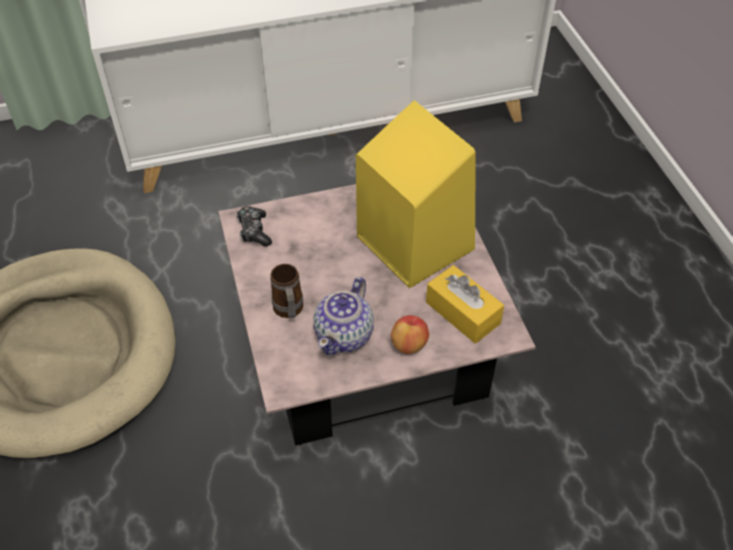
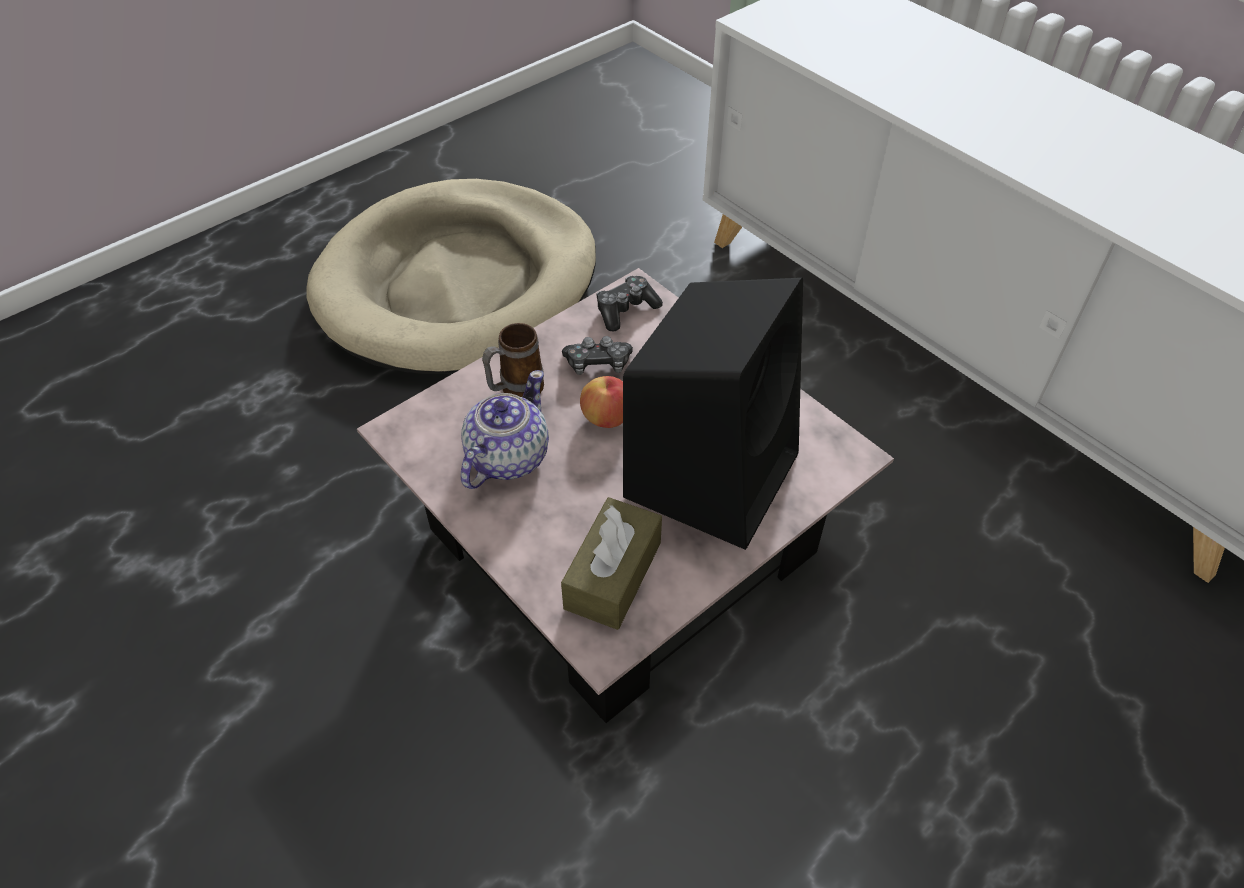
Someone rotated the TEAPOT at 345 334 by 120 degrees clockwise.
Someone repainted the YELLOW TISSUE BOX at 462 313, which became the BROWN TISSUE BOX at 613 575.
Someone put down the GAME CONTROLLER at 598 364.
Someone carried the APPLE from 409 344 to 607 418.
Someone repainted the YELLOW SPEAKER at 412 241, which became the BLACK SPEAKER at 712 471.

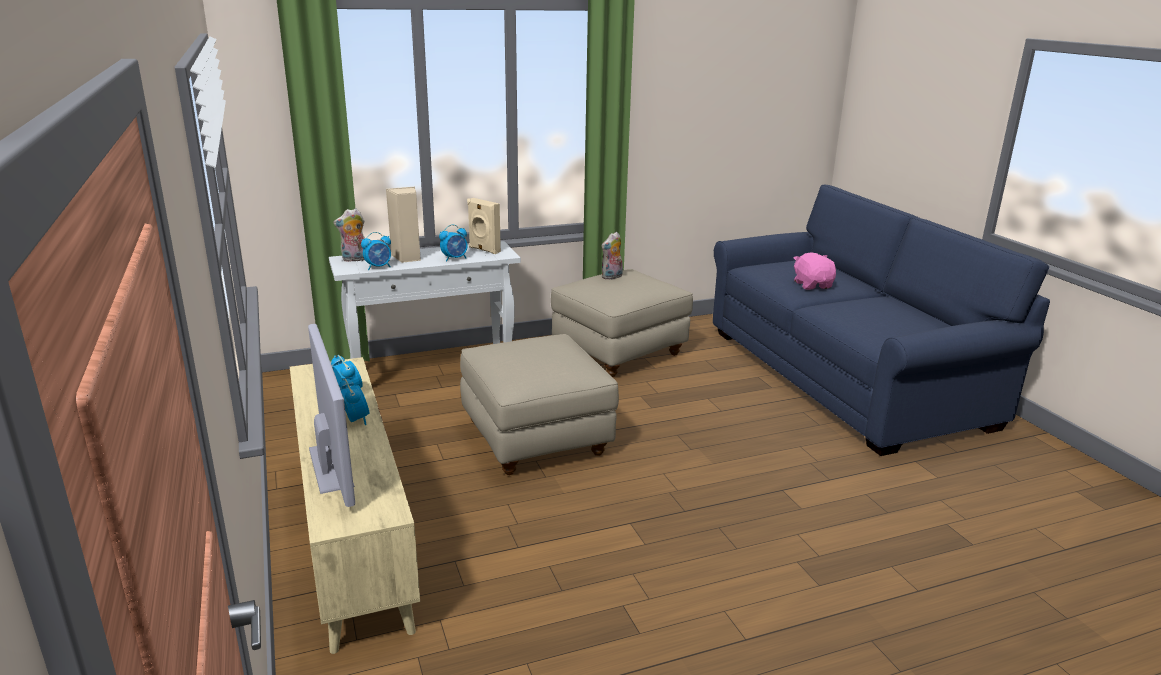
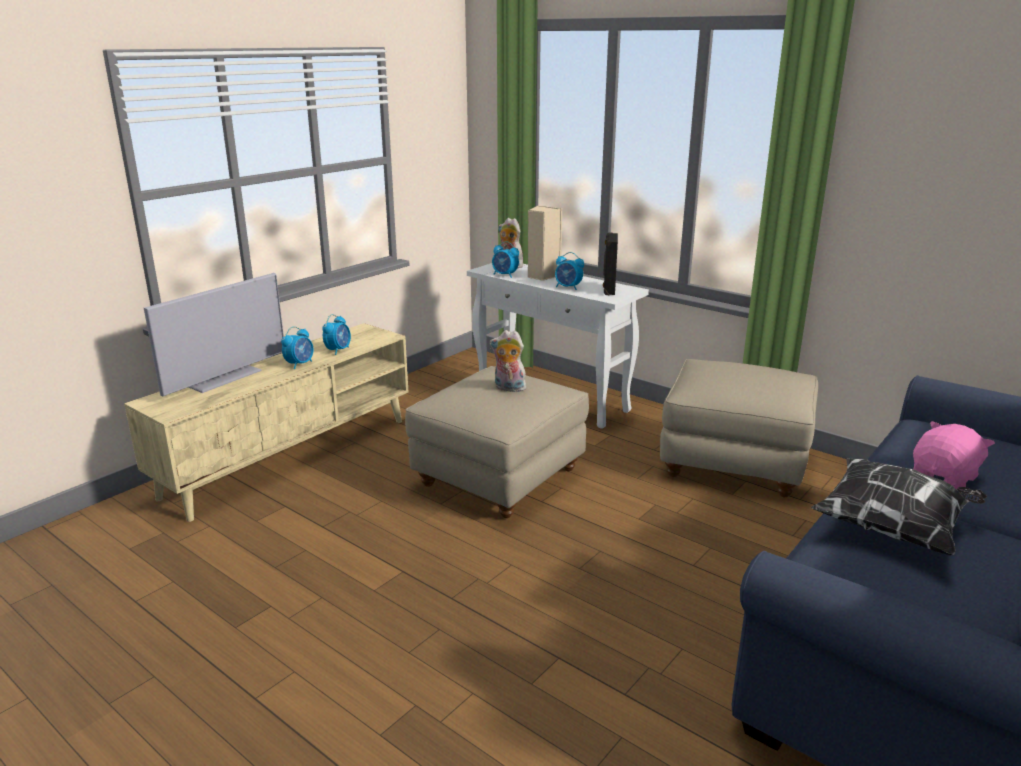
Someone carried the PLUSH TOY from 612 277 to 508 388.
Someone repainted the BEIGE SPEAKER at 483 250, which became the BLACK SPEAKER at 608 289.
Someone put down the PILLOW at 894 528.

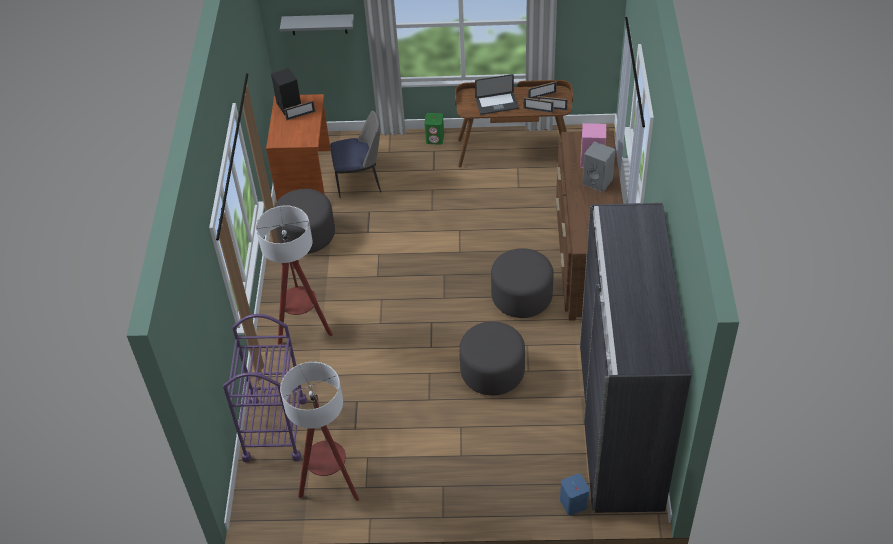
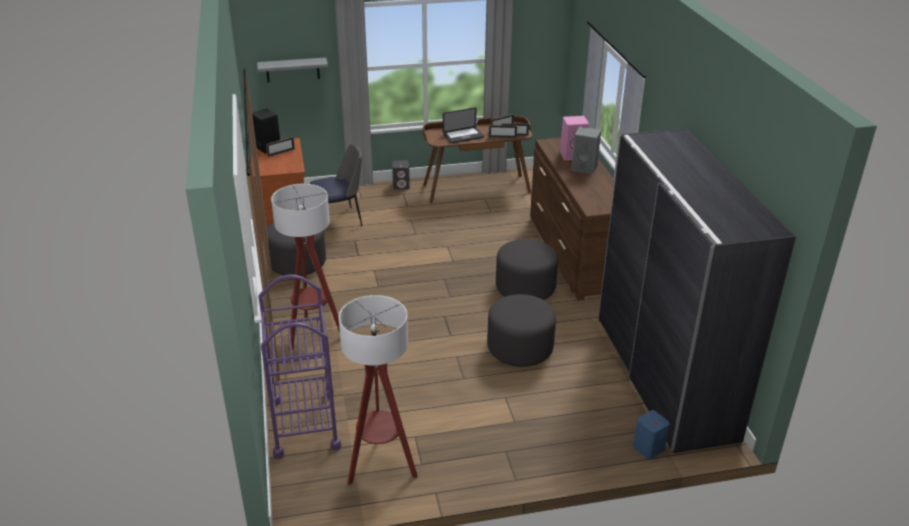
Someone repainted the GREEN SPEAKER at 435 138, which became the GREY SPEAKER at 401 186.

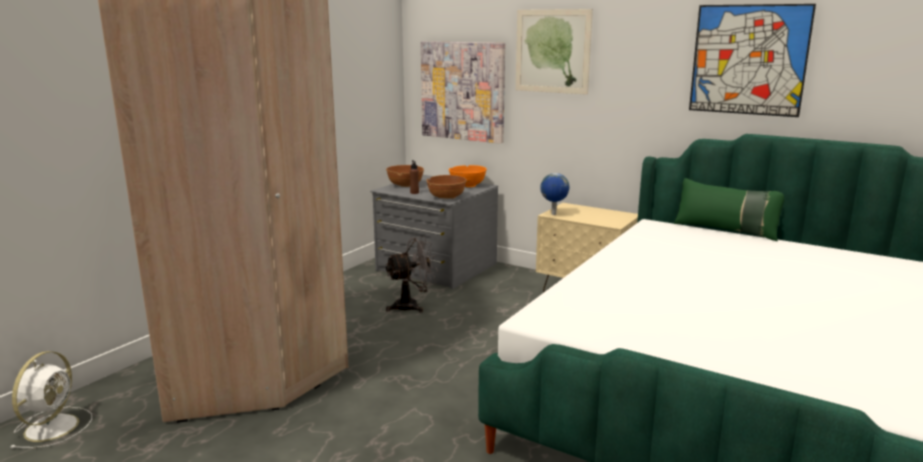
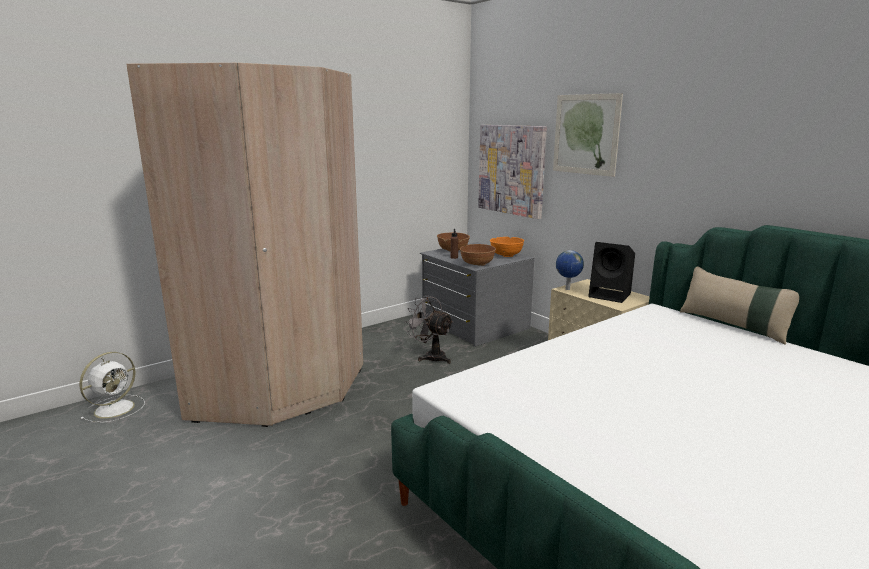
Someone rotated the GREY FAN at 412 306 by 135 degrees counterclockwise.
Someone put down the BLACK SPEAKER at 611 295.
Someone repainted the GREEN PILLOW at 726 230, which became the BEIGE PILLOW at 734 326.
Someone took away the PICTURE at 748 60.

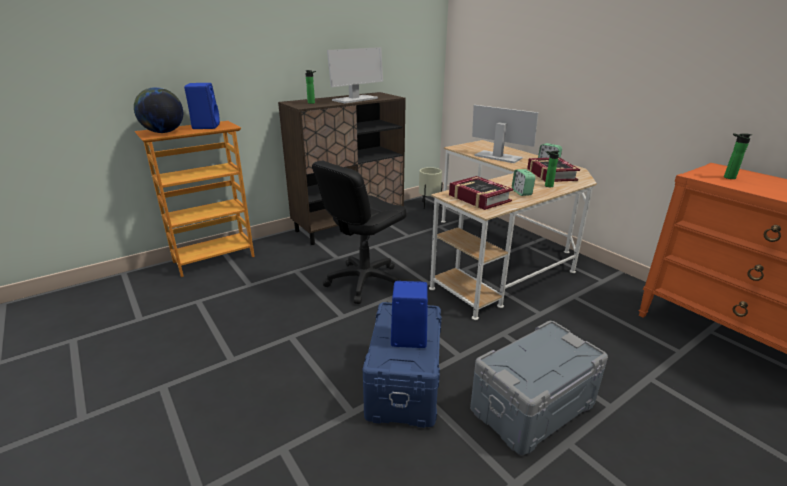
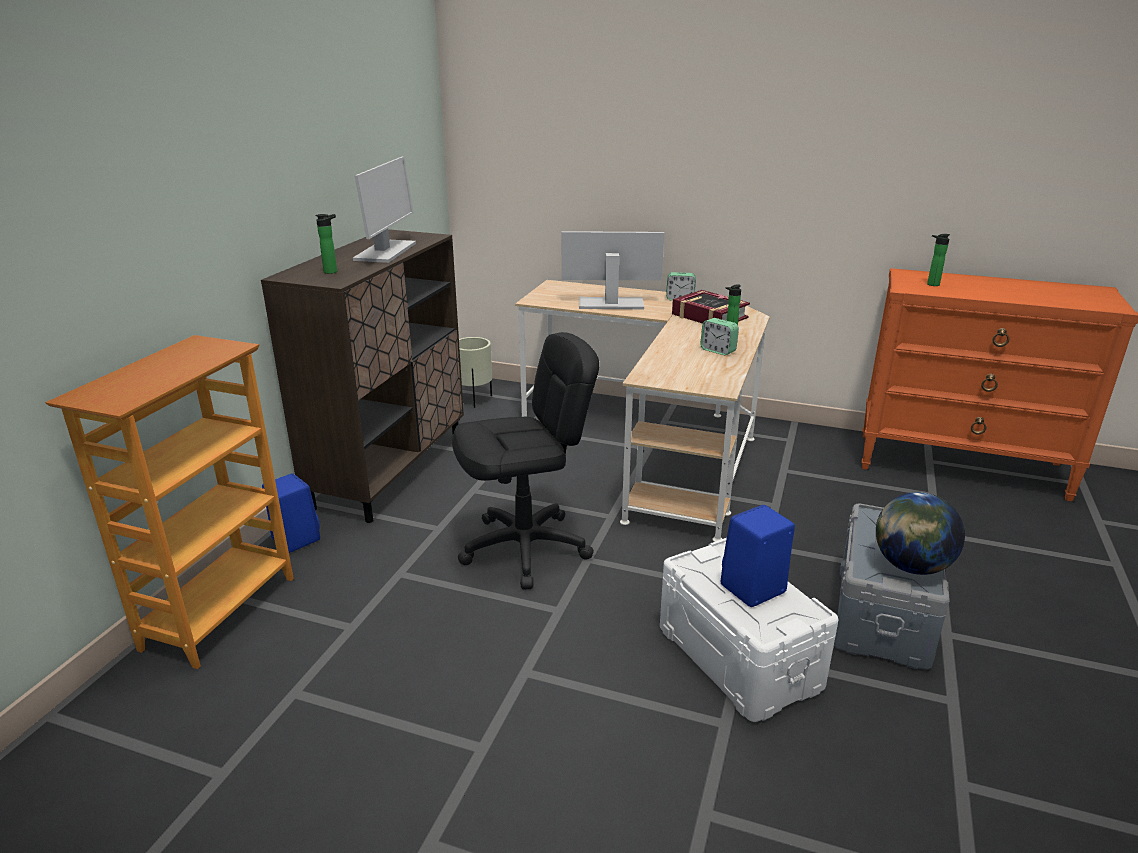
Someone carried the BLUE SPEAKER from 206 126 to 294 538.
Someone rotated the BLACK OFFICE CHAIR at 364 281 by 120 degrees counterclockwise.
Someone repainted the BLUE STORAGE BOX at 403 383, which became the WHITE STORAGE BOX at 737 658.
Someone carried the GLOBE from 163 132 to 911 566.
Someone took away the BOOK at 479 198.

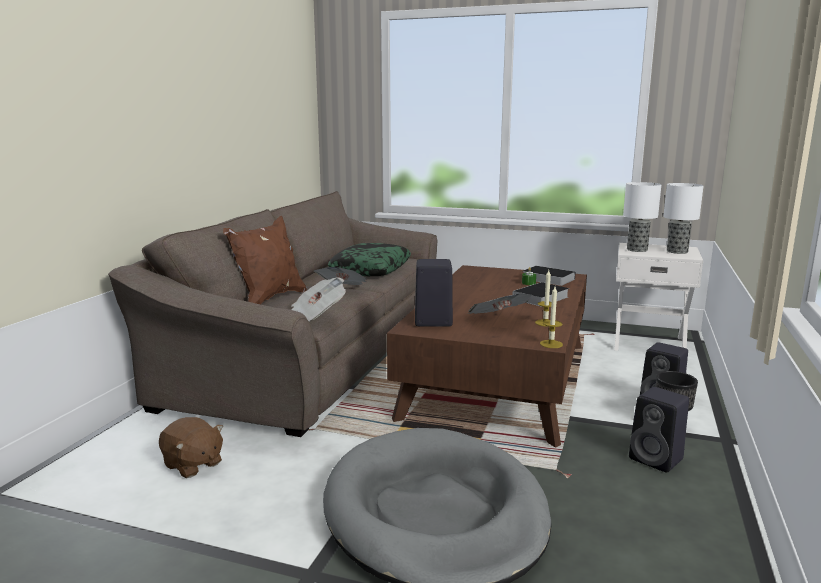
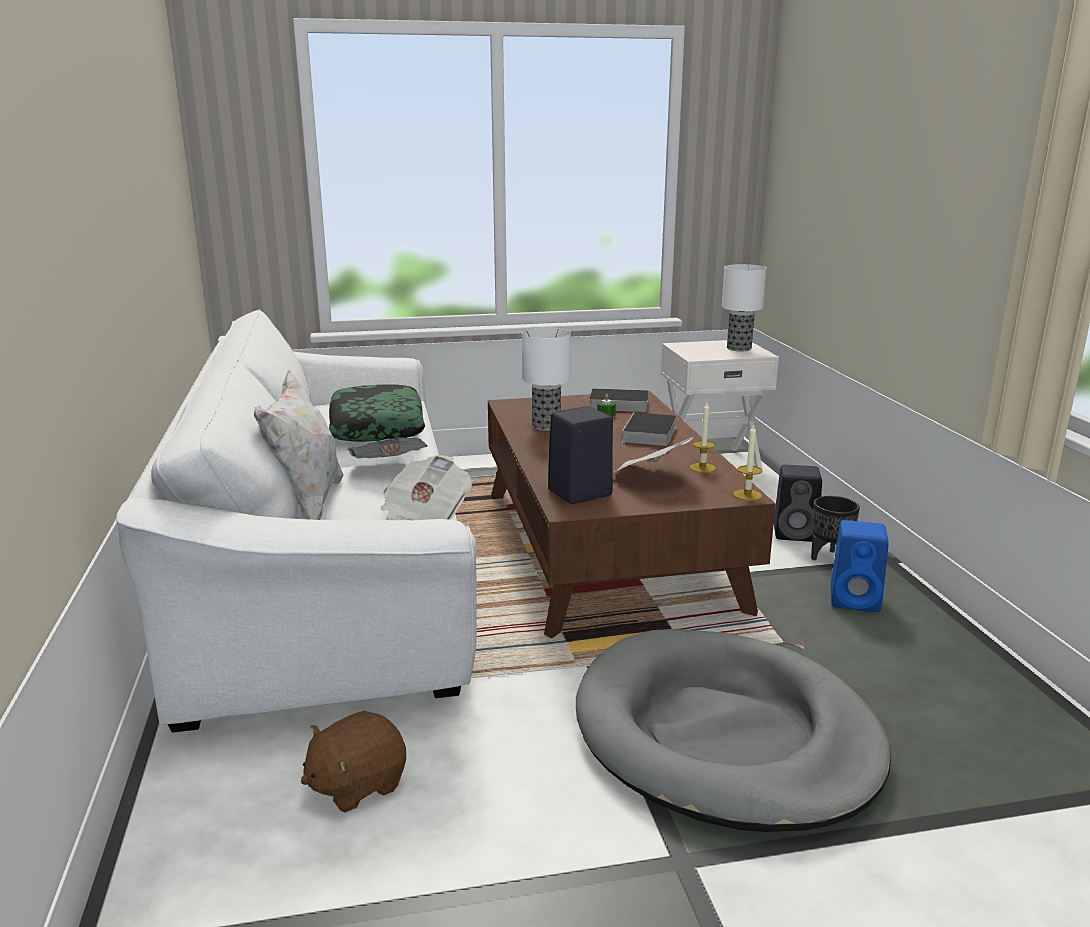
Someone repainted the BROWN SOFA at 316 353, which became the WHITE SOFA at 330 568.
Someone repainted the BROWN PILLOW at 269 299, which became the WHITE PILLOW at 307 504.
Someone rotated the BROWN PLUSH TOY at 192 465 by 135 degrees clockwise.
Someone carried the TABLE LAMP from 637 249 to 546 426.
Someone repainted the BLACK SPEAKER at 657 459, which became the BLUE SPEAKER at 856 600.

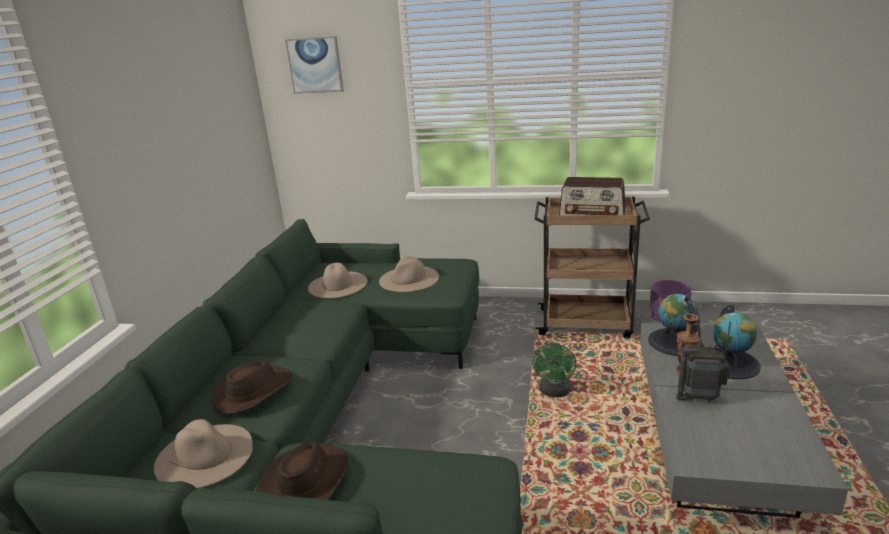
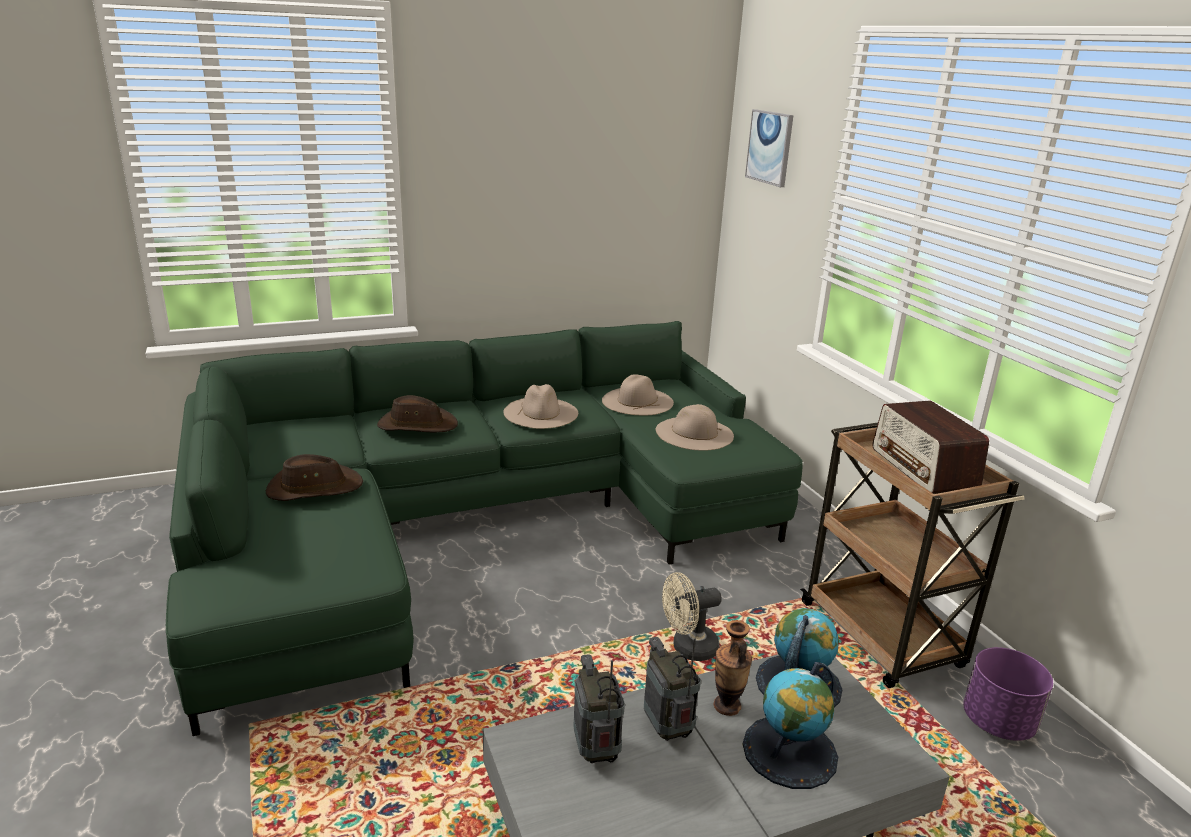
Someone carried the BEIGE HAT from 205 455 to 541 412.
Someone put down the RADIO at 596 752.
Someone repainted the GREEN FAN at 554 392, which became the BEIGE FAN at 688 649.

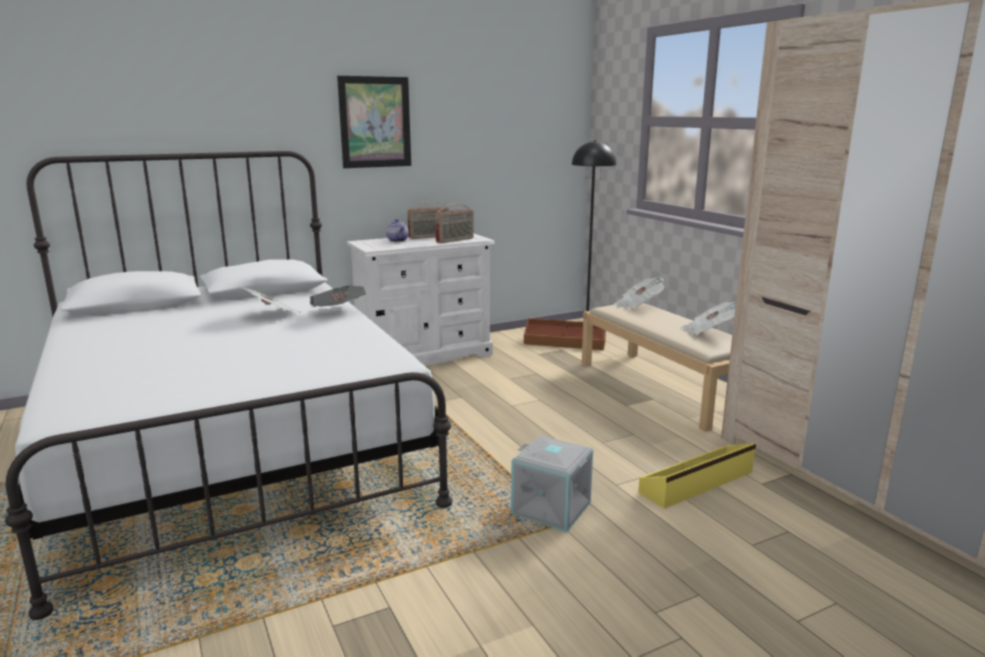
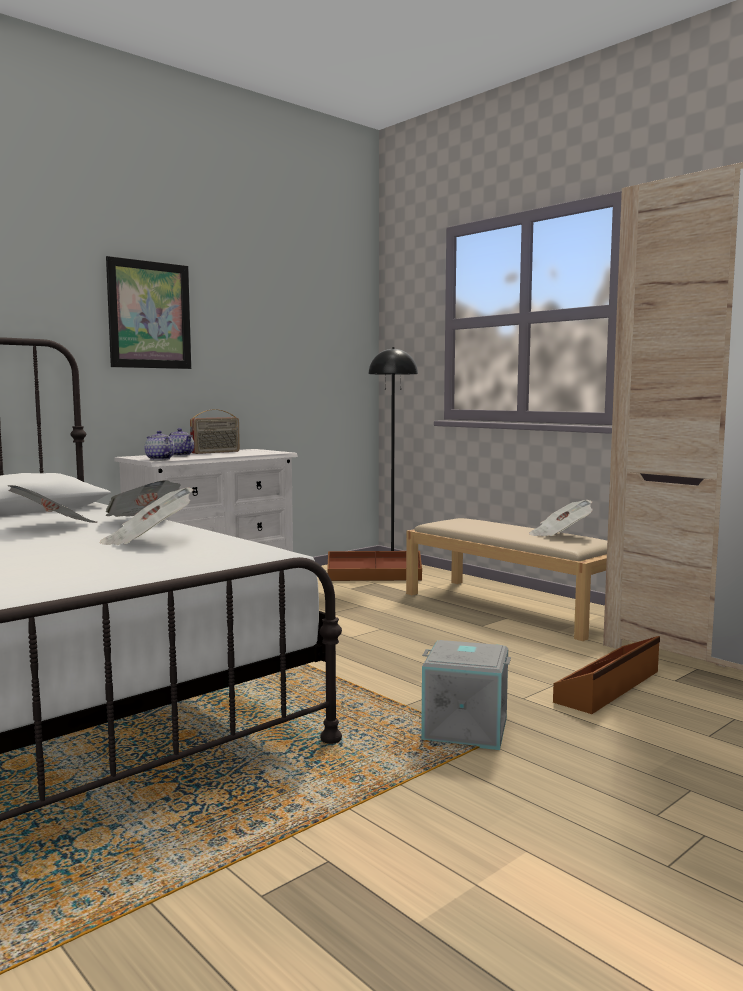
Someone carried the NEWSPAPER from 638 306 to 147 541.
Someone put down the TEAPOT at 159 459.
Someone repainted the YELLOW STORAGE BOX at 698 483, which became the BROWN STORAGE BOX at 610 687.
Someone took away the RADIO at 455 240.

